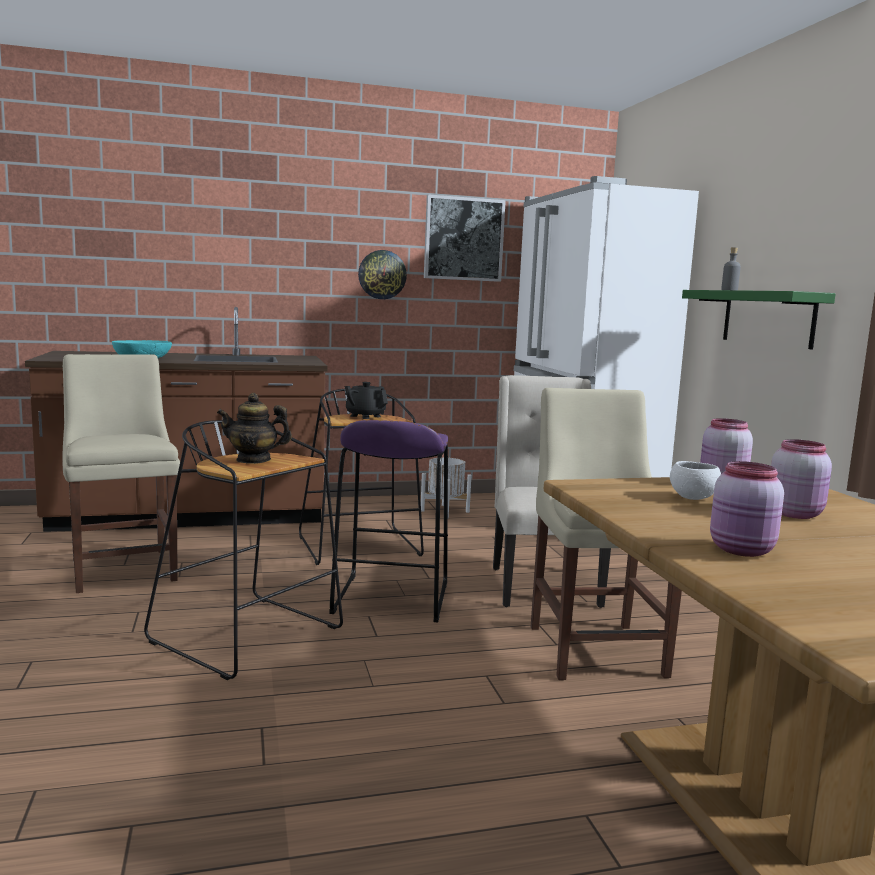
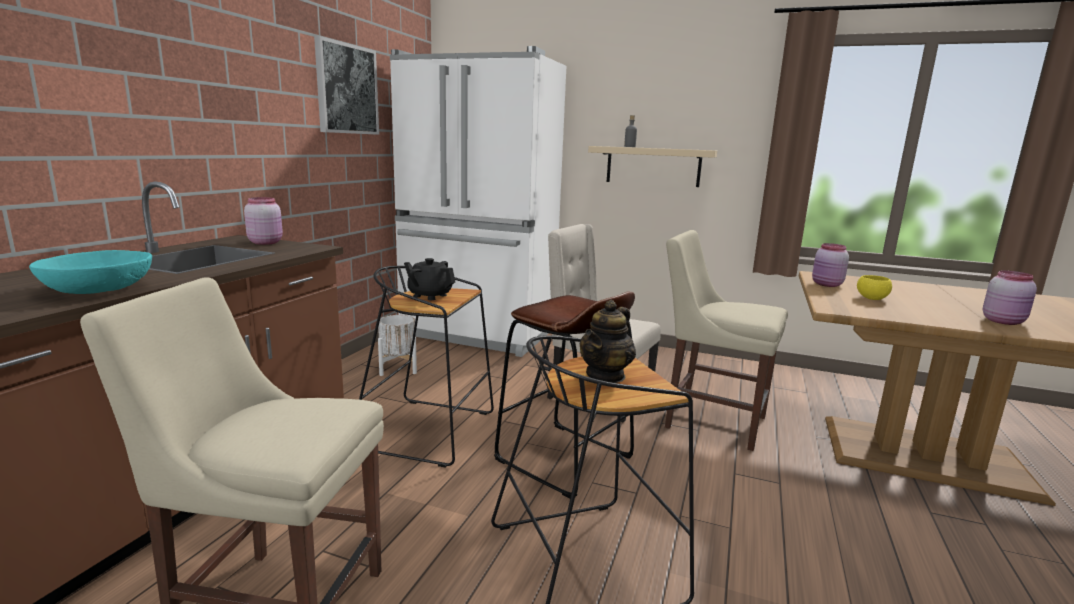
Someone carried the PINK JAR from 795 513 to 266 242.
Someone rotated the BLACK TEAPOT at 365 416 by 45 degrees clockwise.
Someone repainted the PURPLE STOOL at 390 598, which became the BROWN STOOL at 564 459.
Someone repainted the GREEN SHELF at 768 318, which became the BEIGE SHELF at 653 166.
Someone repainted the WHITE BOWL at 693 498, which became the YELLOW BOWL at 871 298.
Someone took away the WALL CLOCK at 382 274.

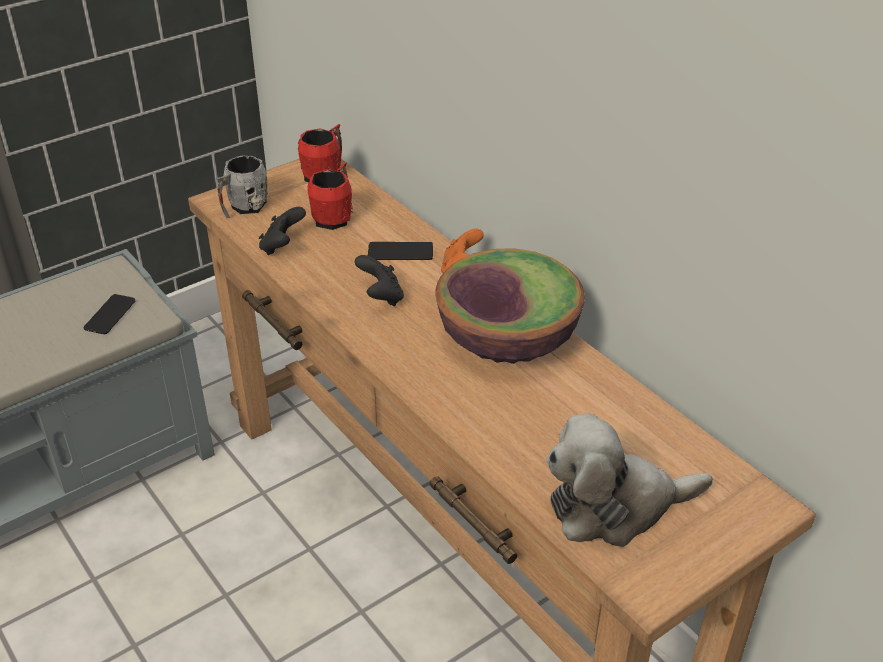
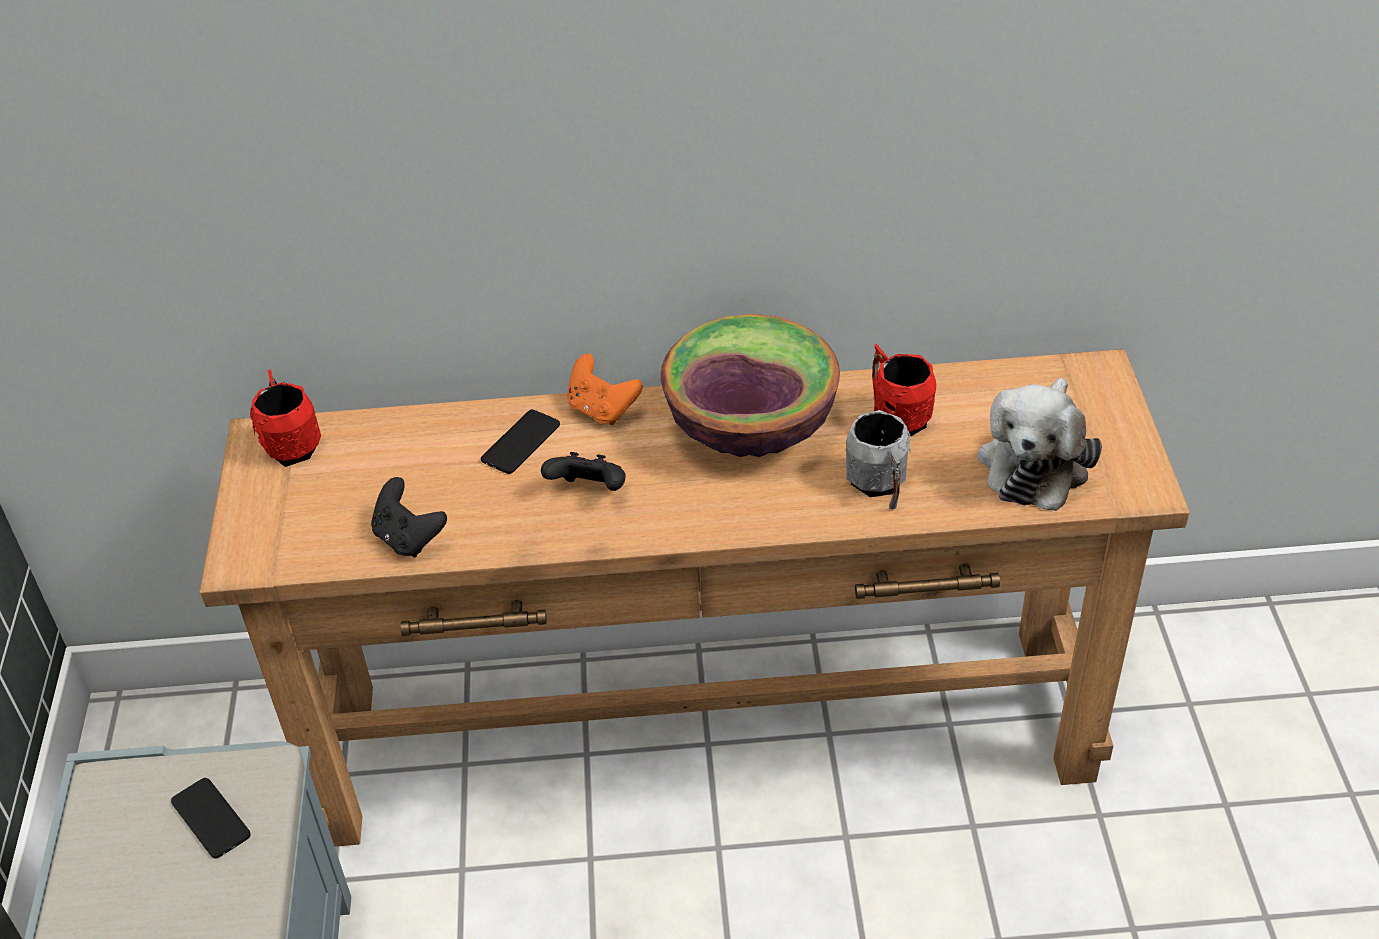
Someone carried the GREY MUG from 243 208 to 879 486.
Someone carried the RED MUG from 335 217 to 897 415.

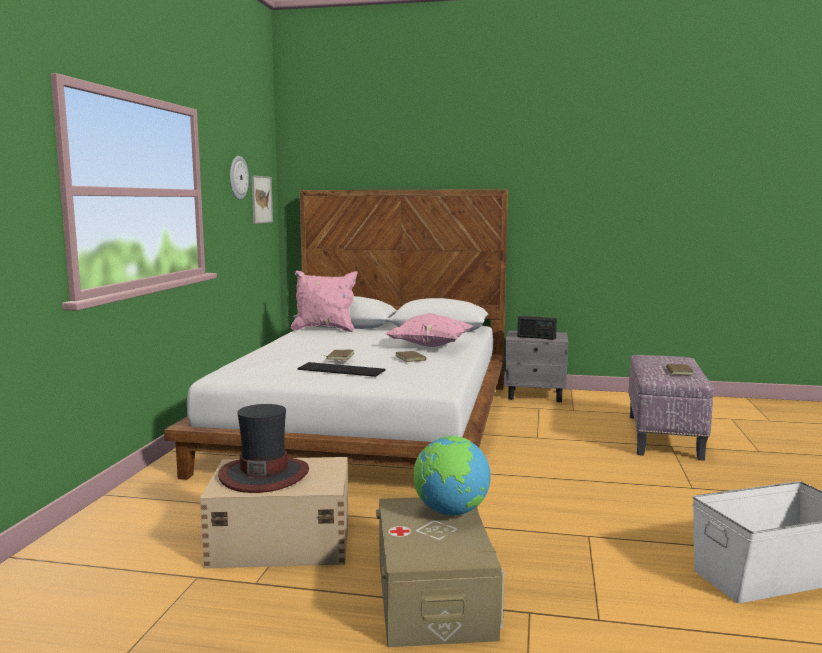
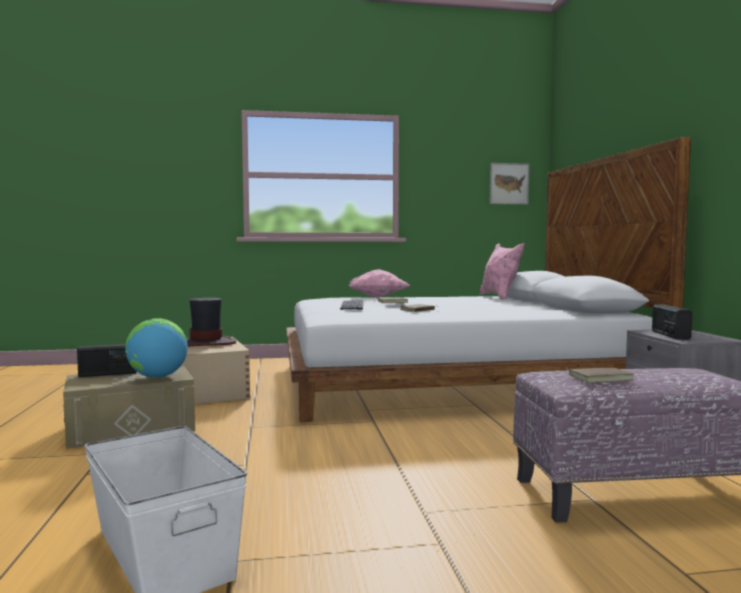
Someone put down the RADIO at 108 374.
Someone carried the PINK PILLOW from 429 346 to 377 297.
Someone took away the WALL CLOCK at 237 177.

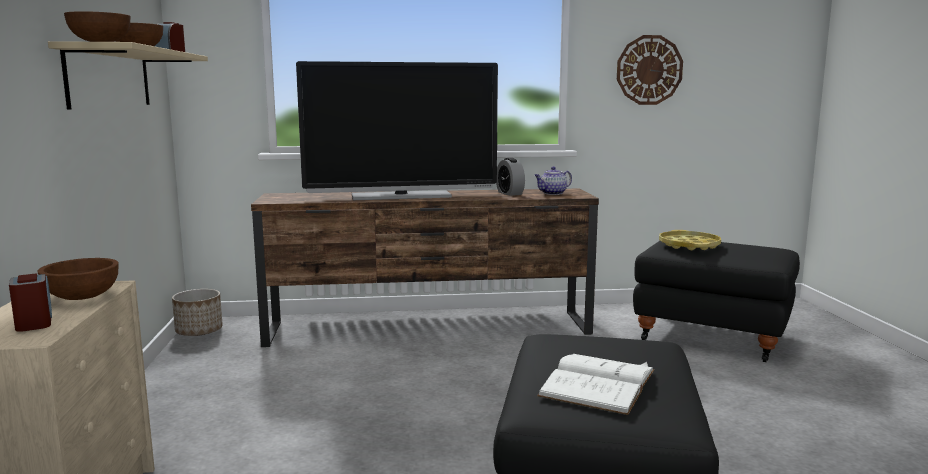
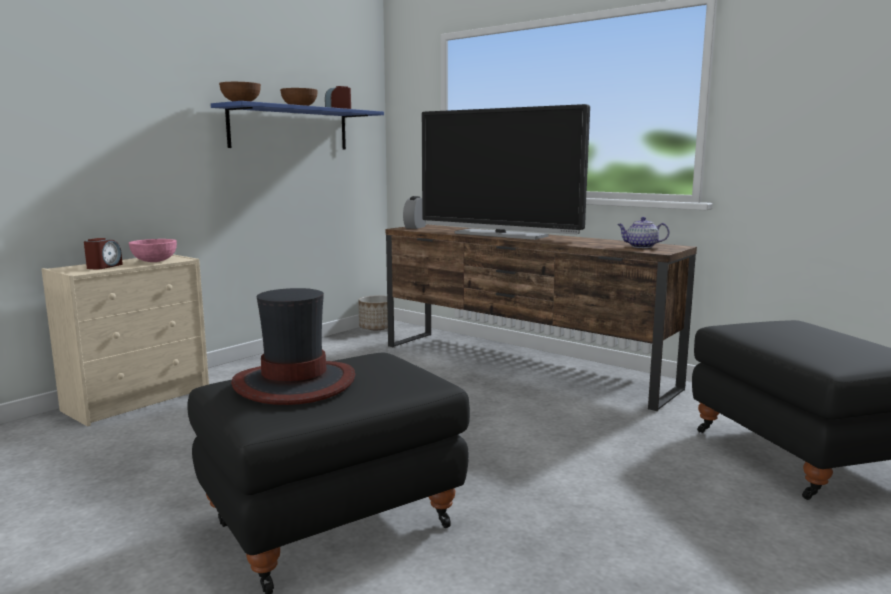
Someone repainted the BROWN BOWL at 82 297, which became the PINK BOWL at 154 261.
Someone repainted the BEIGE SHELF at 110 78, which became the BLUE SHELF at 290 128.
Someone swapped the WHITE BOOK at 598 383 for the HAT at 295 383.
Someone carried the ALARM CLOCK from 509 193 to 415 227.
Someone took away the WALL CLOCK at 649 70.
Someone took away the YELLOW TRAY at 689 245.

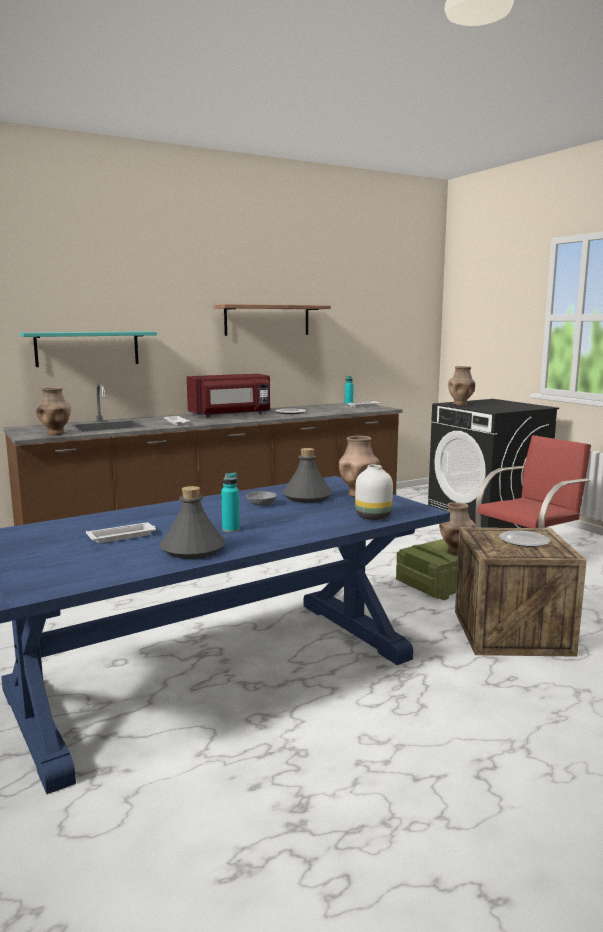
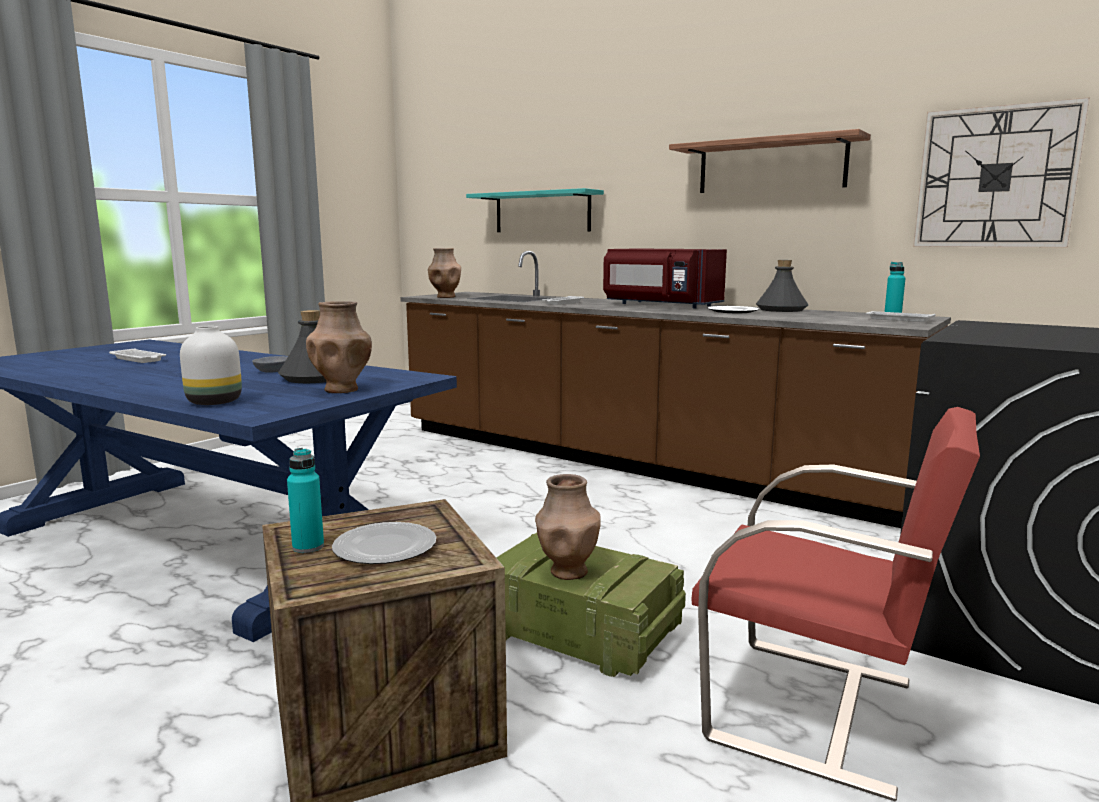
Someone carried the TURQUOISE BOTTLE from 230 530 to 308 547.
Someone carried the GREY BOTTLE from 192 550 to 781 310.
Someone put up the WALL CLOCK at 995 177.
Someone took away the BROWN VASE at 460 404.

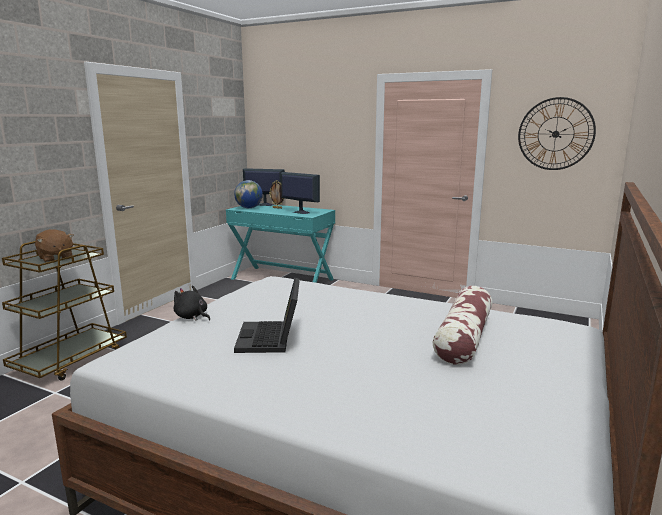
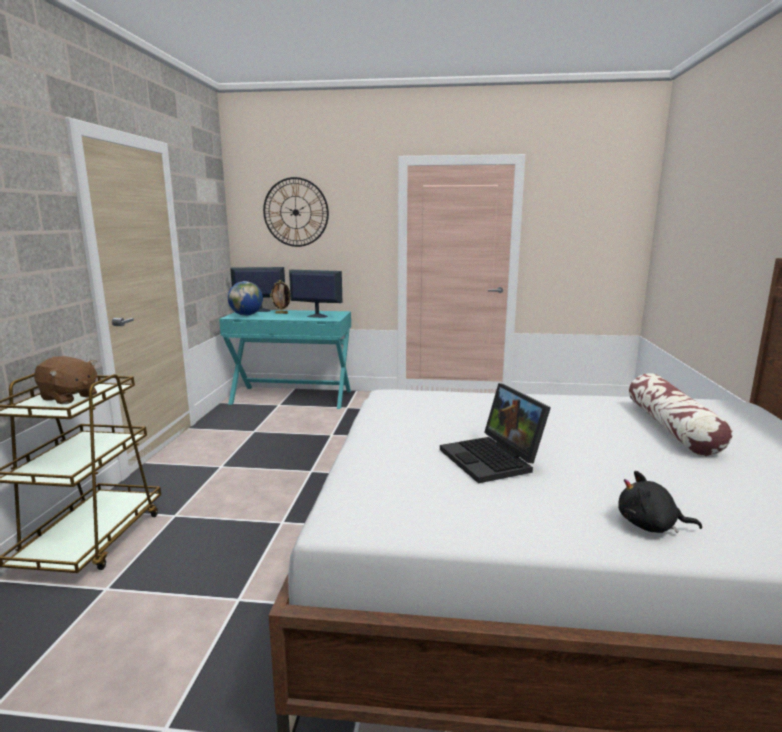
Someone carried the WALL CLOCK from 555 134 to 295 212.
Someone carried the BLACK PLUSH TOY from 192 317 to 650 526.

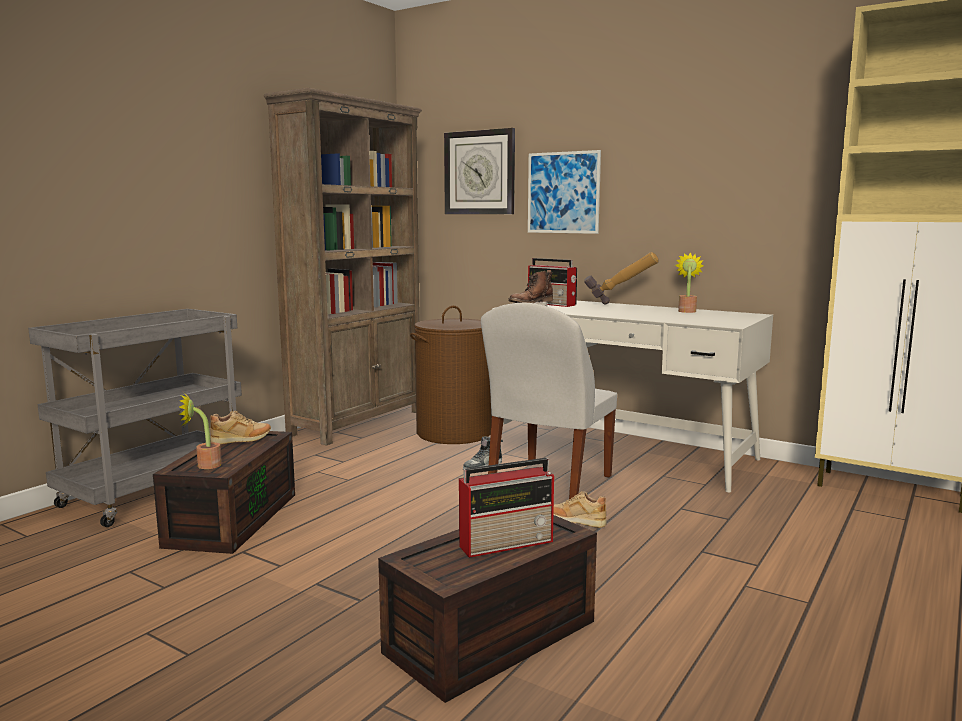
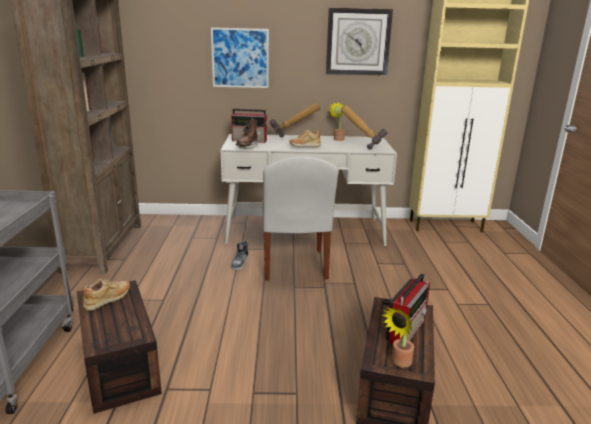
Someone carried the BEIGE SHOE from 576 522 to 304 147.
Someone carried the WALL CLOCK from 480 172 to 358 42.
Someone put down the HAMMER at 362 145.
Someone carried the POTTED PLANT from 204 465 to 399 362.
Someone took away the BROWN LAUNDRY BASKET at 454 433.

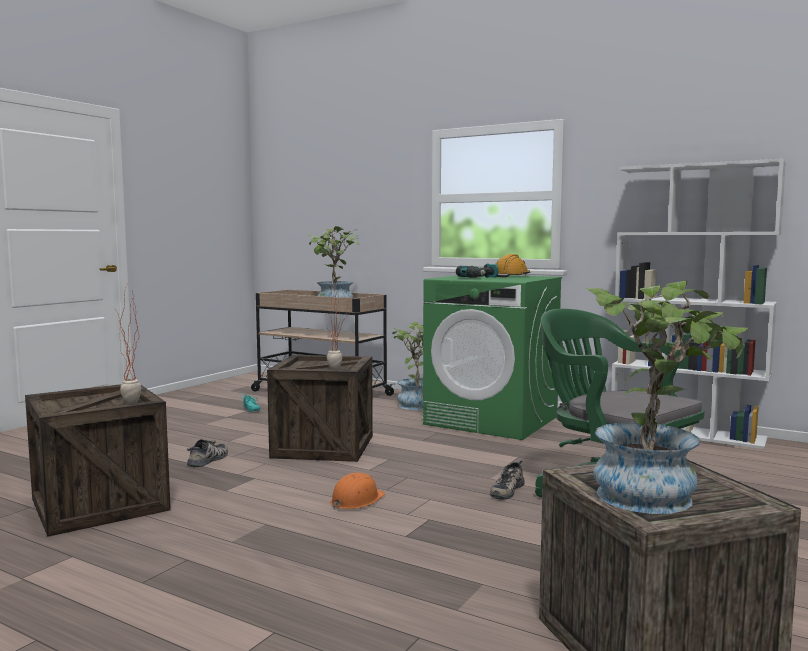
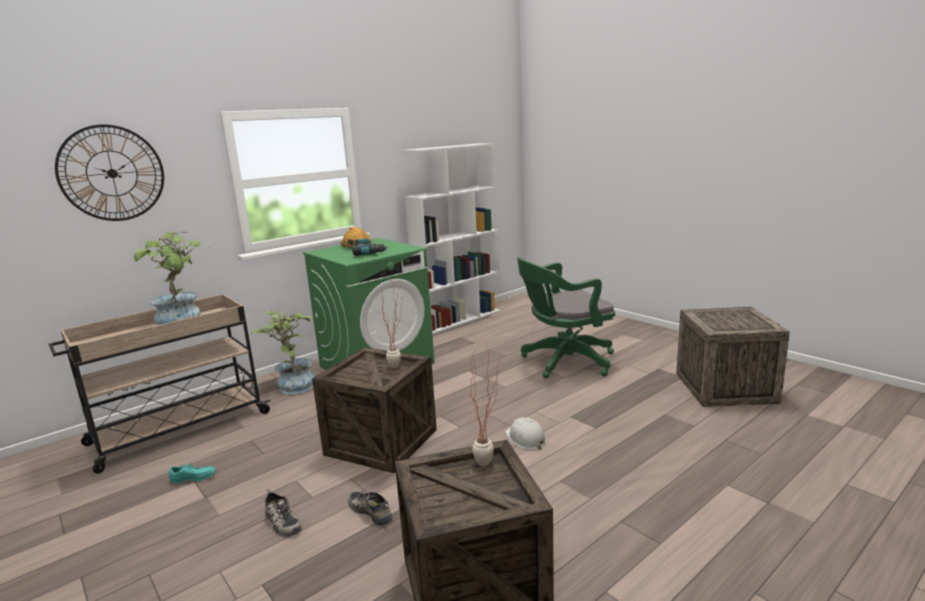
Someone put up the WALL CLOCK at 112 173.
Someone carried the SHOE from 506 489 to 281 521.
Someone repainted the ORANGE HARD HAT at 356 500, which became the WHITE HARD HAT at 525 438.
Someone took away the POTTED PLANT at 655 494.

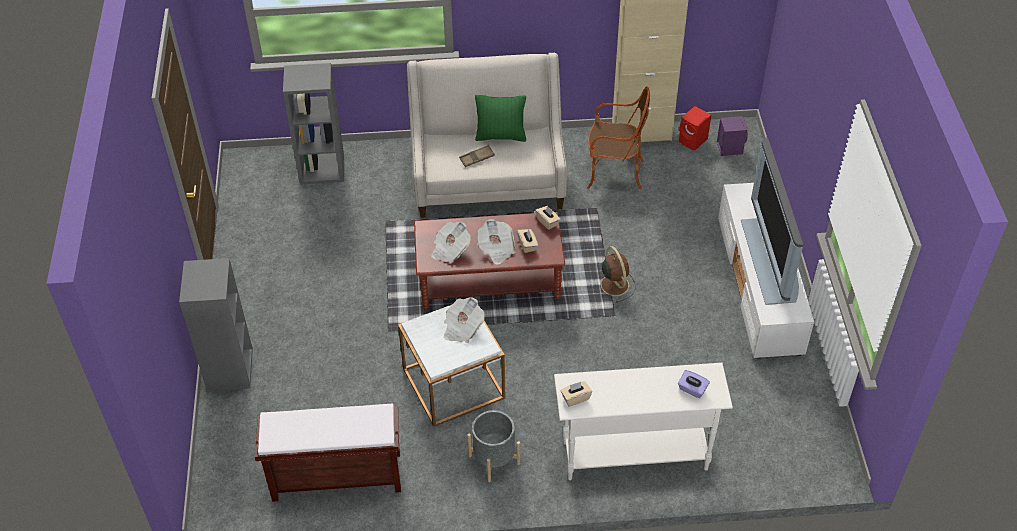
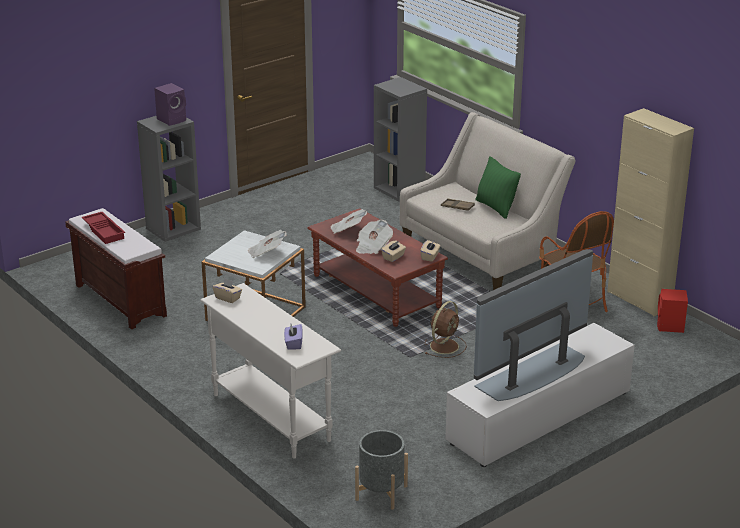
Someone put down the RED TRAY at 104 231.
Someone carried the PURPLE SPEAKER from 729 147 to 172 119.
Someone carried the GREY PLANTER from 494 459 to 381 493.

